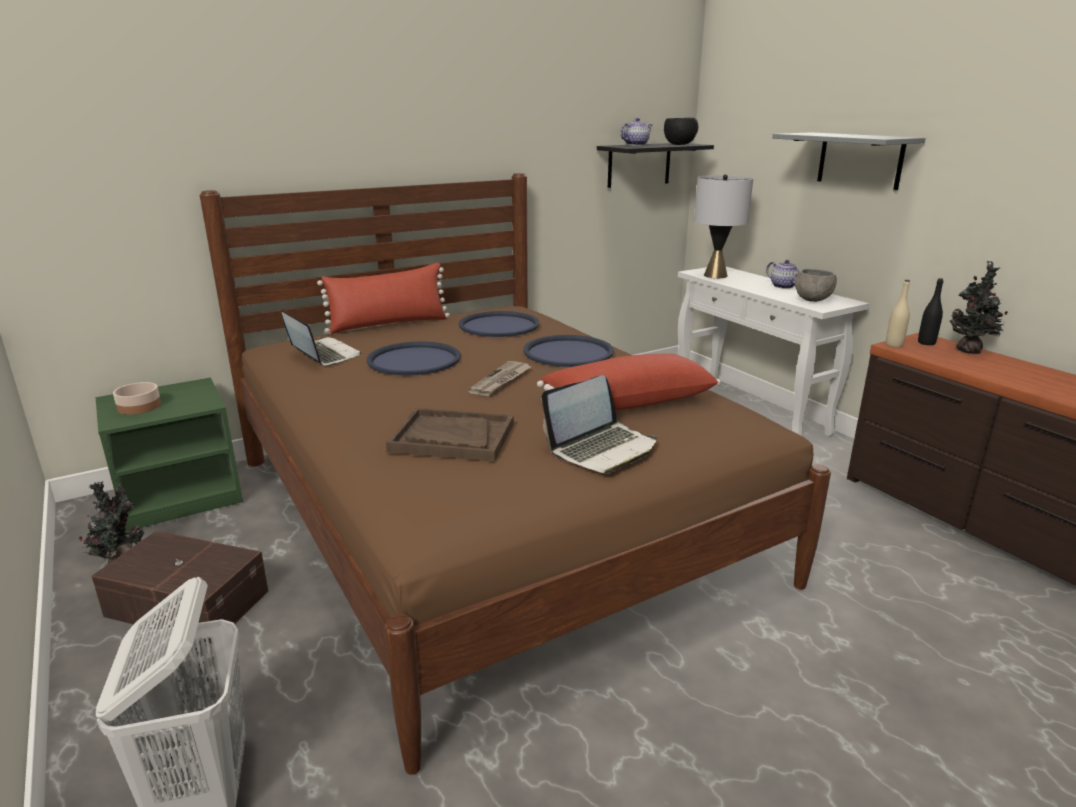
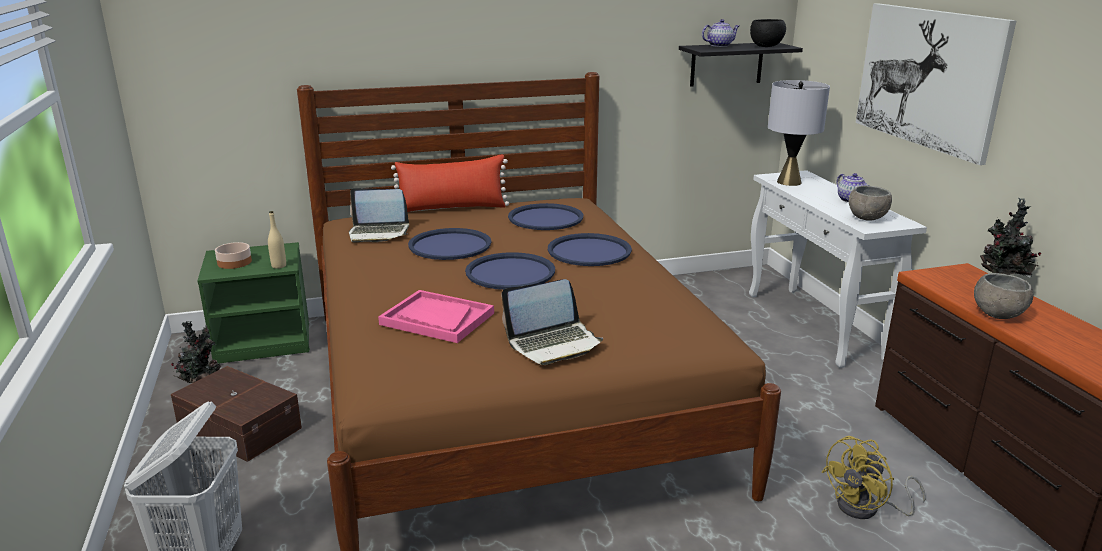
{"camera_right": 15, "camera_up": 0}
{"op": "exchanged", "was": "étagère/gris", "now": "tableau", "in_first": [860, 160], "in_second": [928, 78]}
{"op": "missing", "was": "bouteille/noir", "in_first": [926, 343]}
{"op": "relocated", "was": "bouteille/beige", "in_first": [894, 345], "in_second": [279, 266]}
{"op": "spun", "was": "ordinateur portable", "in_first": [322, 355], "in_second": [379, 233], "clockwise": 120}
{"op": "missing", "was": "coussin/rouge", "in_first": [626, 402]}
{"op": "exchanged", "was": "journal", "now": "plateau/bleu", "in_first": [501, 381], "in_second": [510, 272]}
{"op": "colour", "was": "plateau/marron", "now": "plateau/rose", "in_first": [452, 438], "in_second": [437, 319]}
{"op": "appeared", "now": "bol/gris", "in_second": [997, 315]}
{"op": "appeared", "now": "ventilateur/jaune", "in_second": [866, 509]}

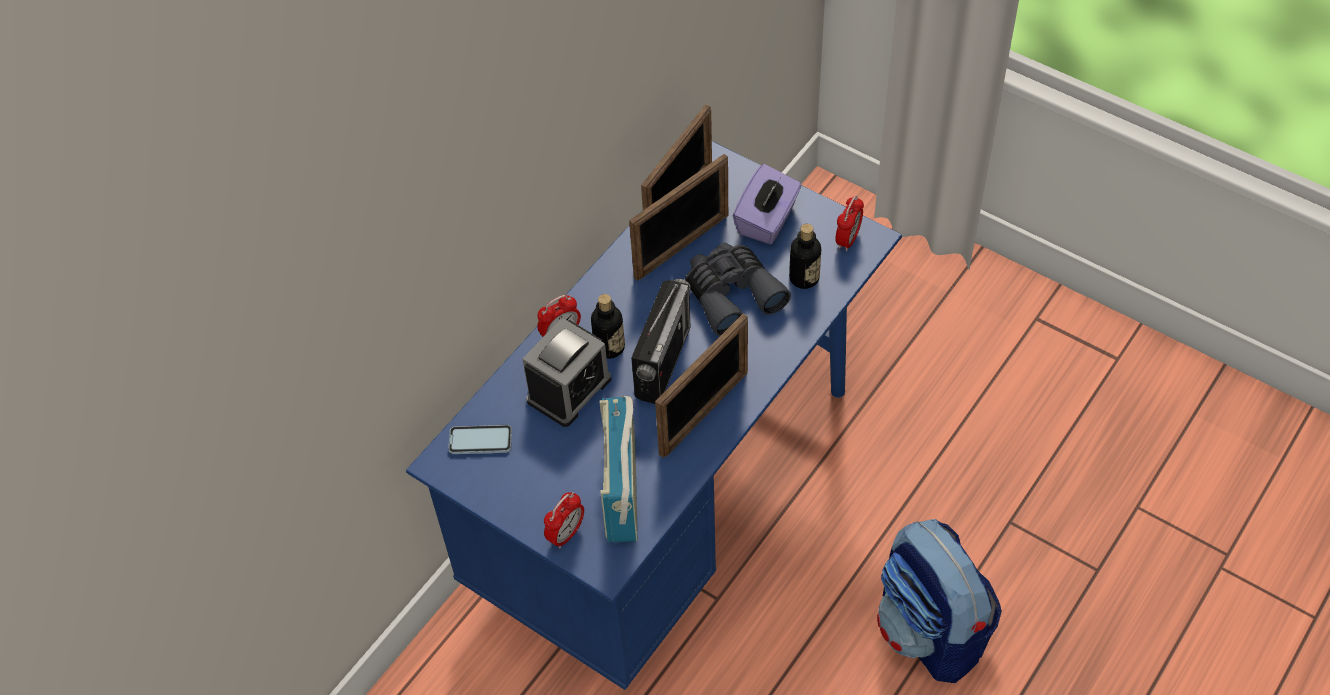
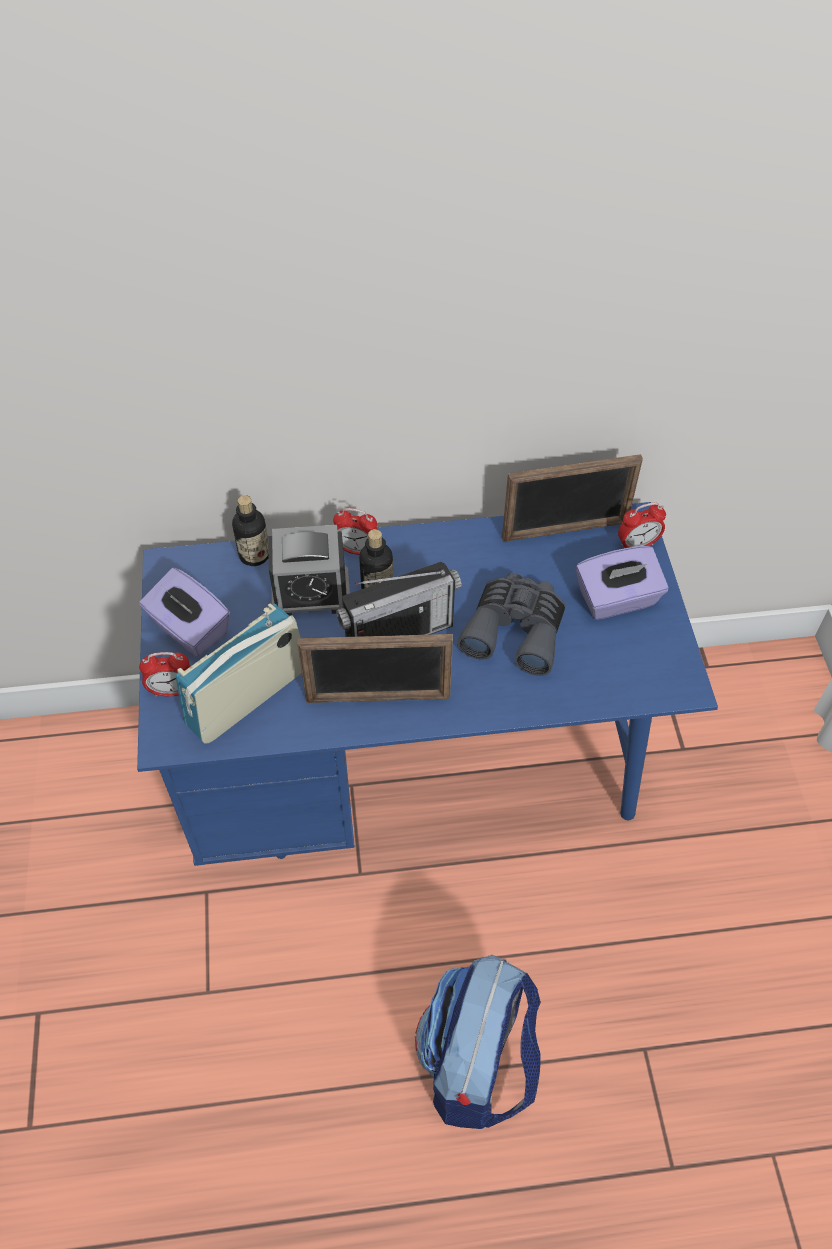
{"camera_right": 45, "camera_up": 0}
{"op": "missing", "was": "cadre photo", "in_first": [682, 246]}
{"op": "relocated", "was": "réveil", "in_first": [848, 239], "in_second": [637, 545]}
{"op": "relocated", "was": "bouteille", "in_first": [804, 278], "in_second": [254, 555]}
{"op": "missing", "was": "téléphone", "in_first": [480, 441]}
{"op": "appeared", "now": "boîte à mouchoirs/violet", "in_second": [189, 629]}

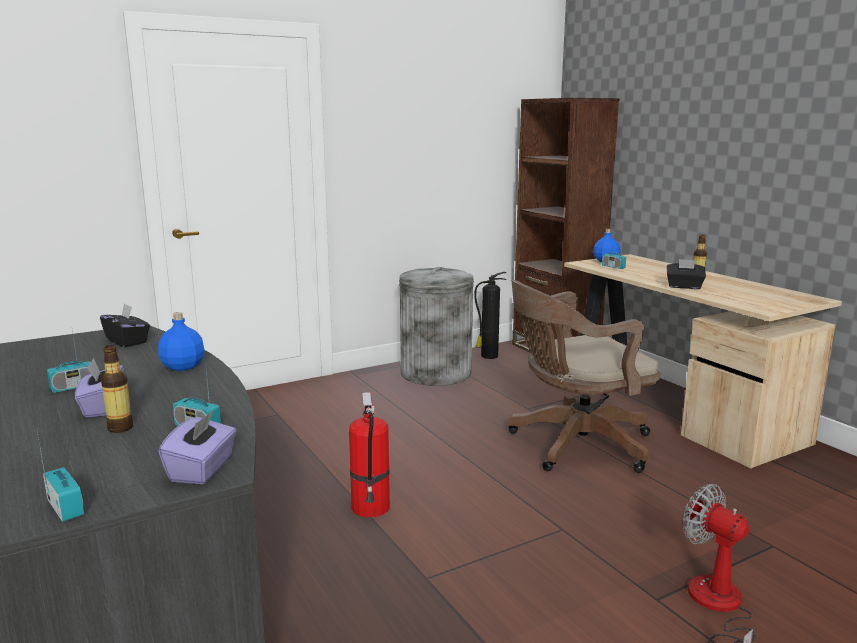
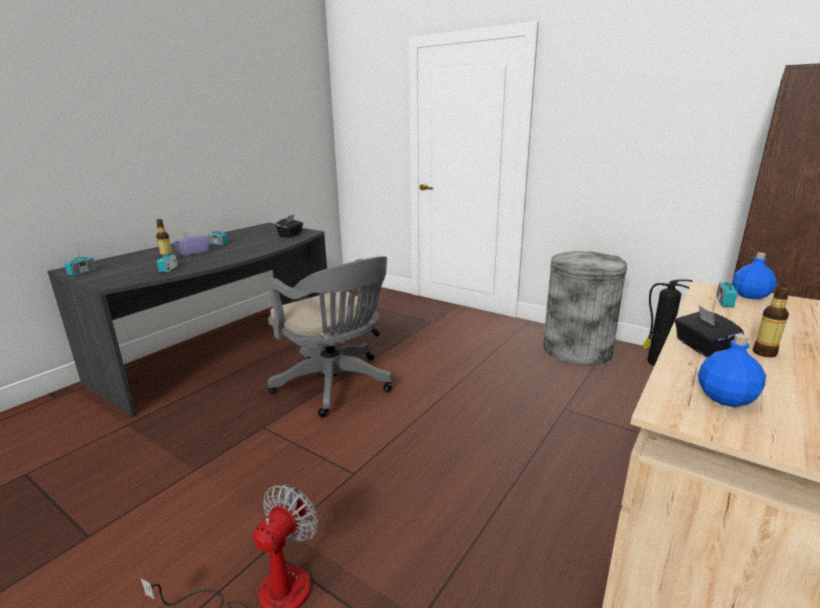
{"camera_right": 65, "camera_up": 5}
{"op": "missing", "was": "chaise de bureau/marron", "in_first": [574, 445]}
{"op": "relocated", "was": "bouteille/bleu", "in_first": [182, 367], "in_second": [724, 398]}
{"op": "exchanged", "was": "extincteur", "now": "chaise de bureau/gris", "in_first": [371, 508], "in_second": [336, 385]}
{"op": "missing", "was": "boîte à mouchoirs/violet", "in_first": [202, 469]}

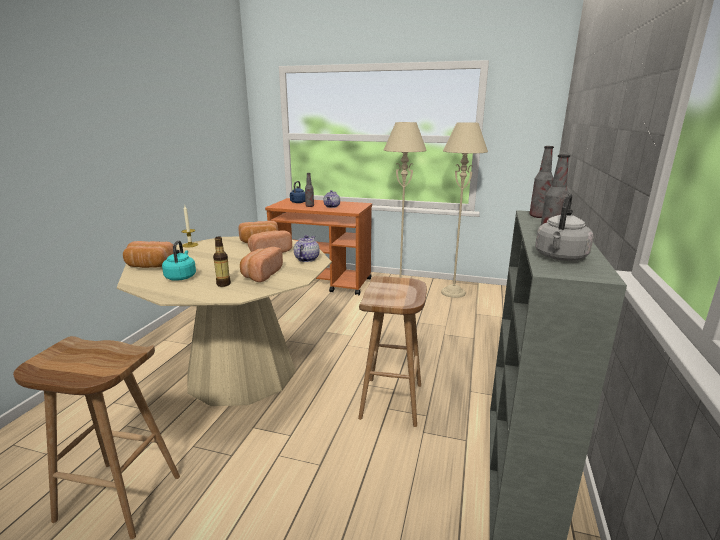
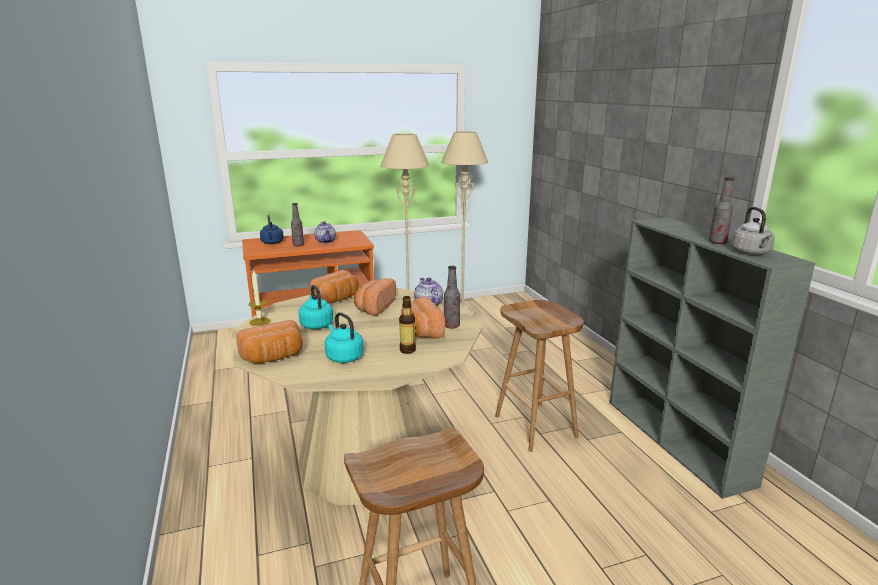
{"camera_right": -35, "camera_up": 0}
{"op": "relocated", "was": "bouteille", "in_first": [538, 216], "in_second": [451, 326]}
{"op": "appeared", "now": "bouilloire/turquoise", "in_second": [316, 324]}

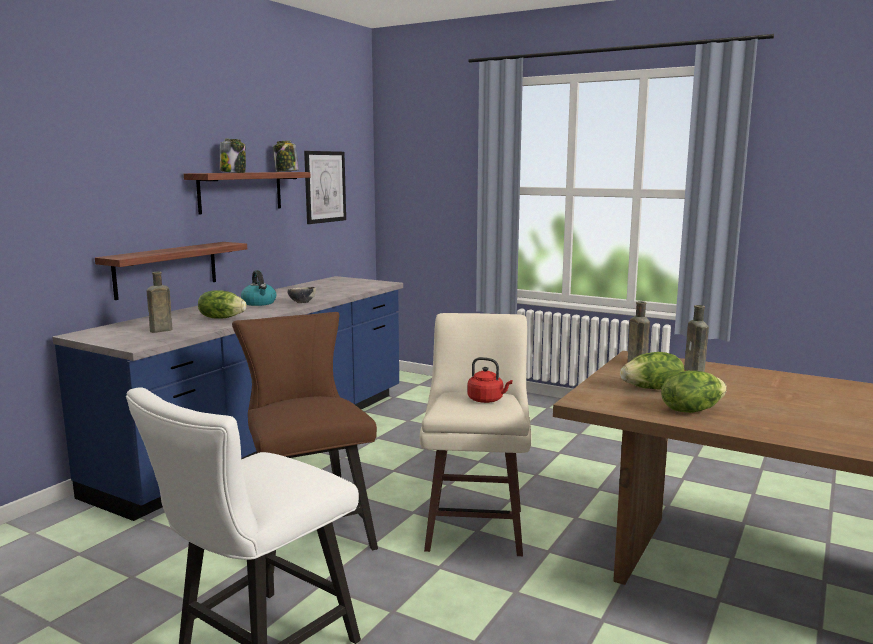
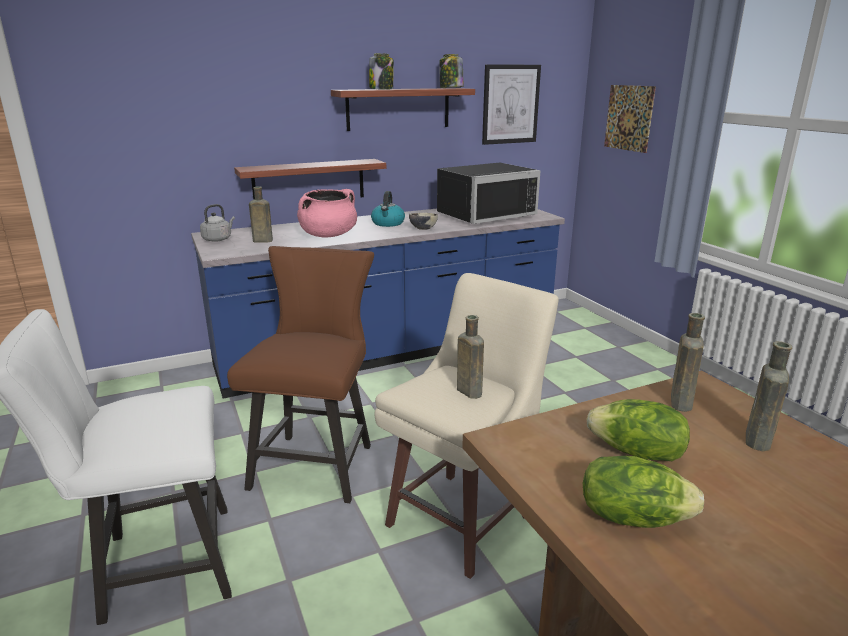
{"camera_right": 35, "camera_up": 10}
{"op": "exchanged", "was": "laitue", "now": "marmite/rose", "in_first": [221, 318], "in_second": [328, 235]}
{"op": "exchanged", "was": "bouilloire/rouge", "now": "bouteille/marron", "in_first": [487, 400], "in_second": [468, 391]}
{"op": "appeared", "now": "tableau", "in_second": [629, 118]}
{"op": "appeared", "now": "micro-ondes/noir", "in_second": [482, 214]}
{"op": "appeared", "now": "bouilloire/gris", "in_second": [218, 239]}

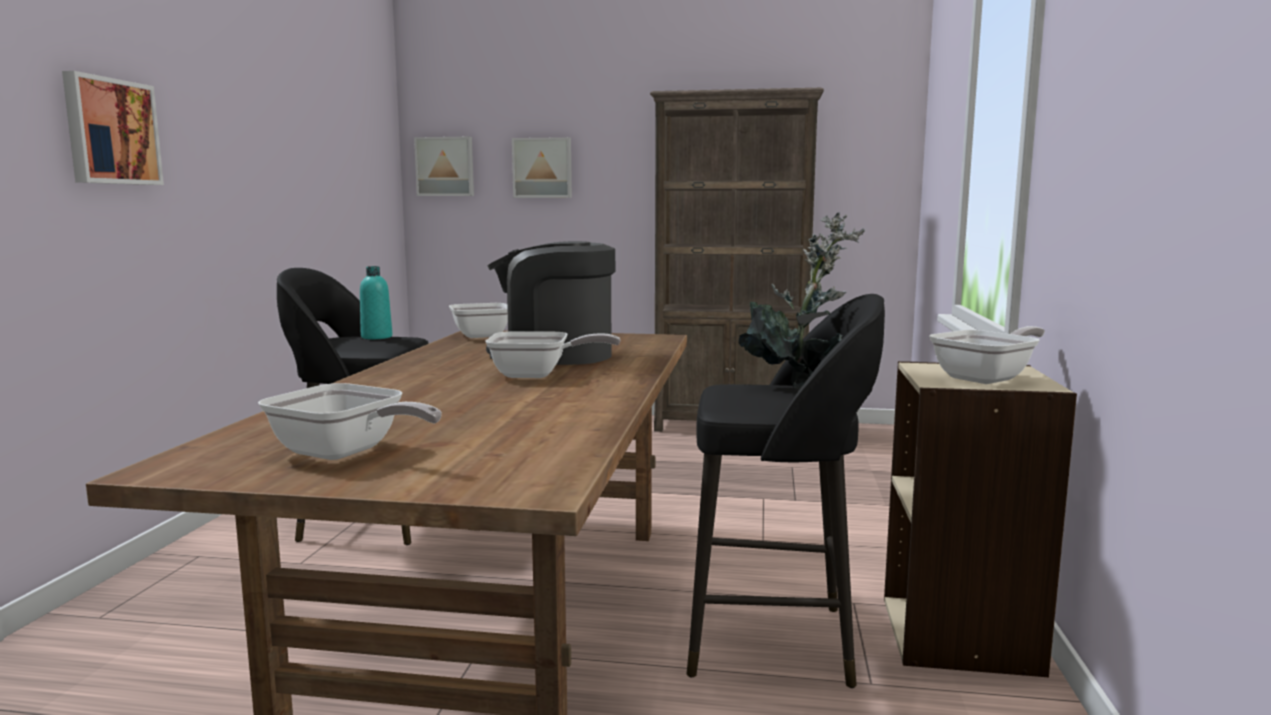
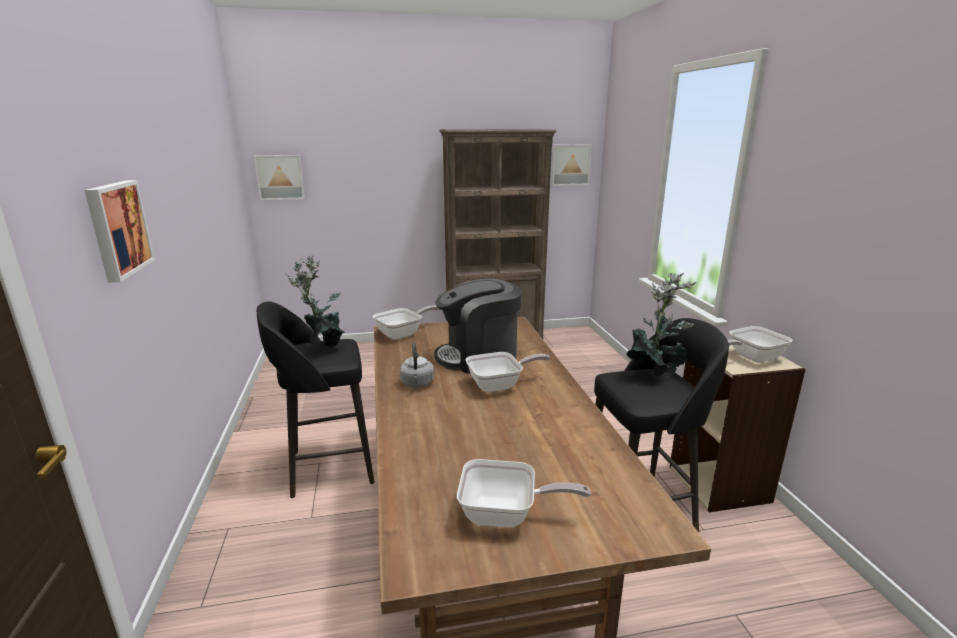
{"camera_right": -20, "camera_up": 10}
{"op": "relocated", "was": "tableau", "in_first": [542, 168], "in_second": [570, 165]}
{"op": "exchanged", "was": "bouteille/turquoise", "now": "plante en pot", "in_first": [376, 337], "in_second": [324, 346]}
{"op": "spun", "was": "poêle", "in_first": [988, 378], "in_second": [751, 358], "clockwise": -150}
{"op": "appeared", "now": "bouilloire/gris", "in_second": [417, 384]}

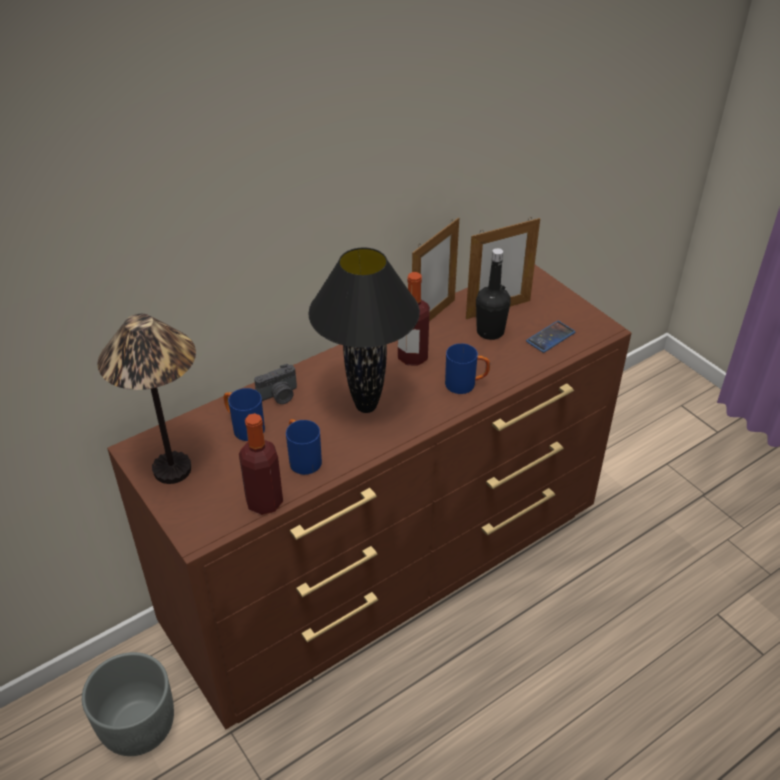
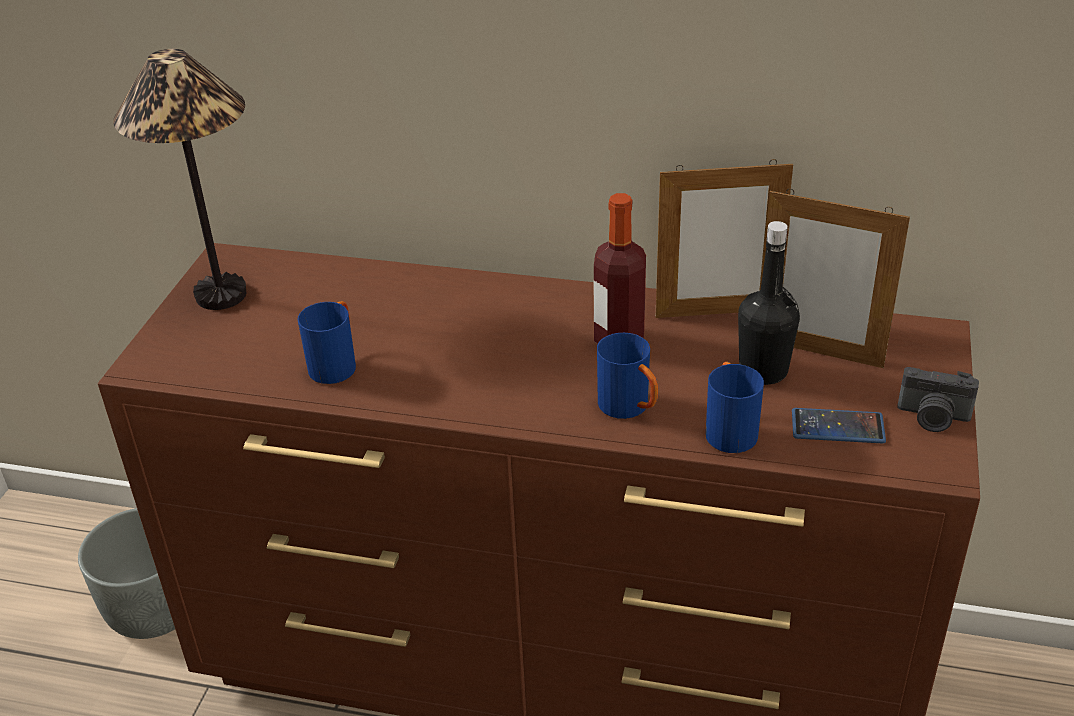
{"camera_right": 50, "camera_up": -5}
{"op": "missing", "was": "lampe de table/noir", "in_first": [366, 407]}
{"op": "relocated", "was": "appareil photo", "in_first": [279, 396], "in_second": [933, 417]}
{"op": "relocated", "was": "mug/bleu", "in_first": [244, 428], "in_second": [728, 429]}
{"op": "missing", "was": "bouteille", "in_first": [264, 502]}

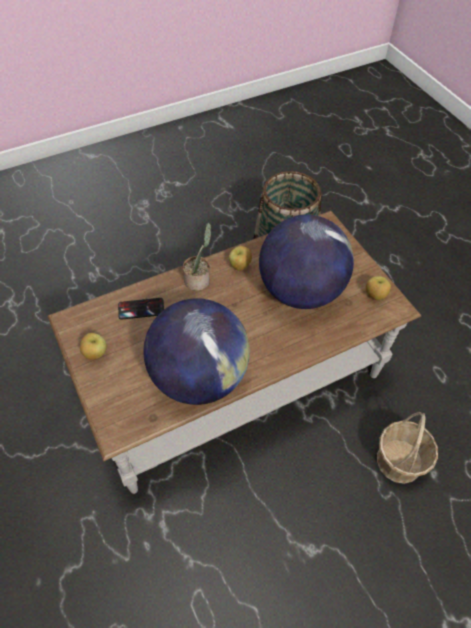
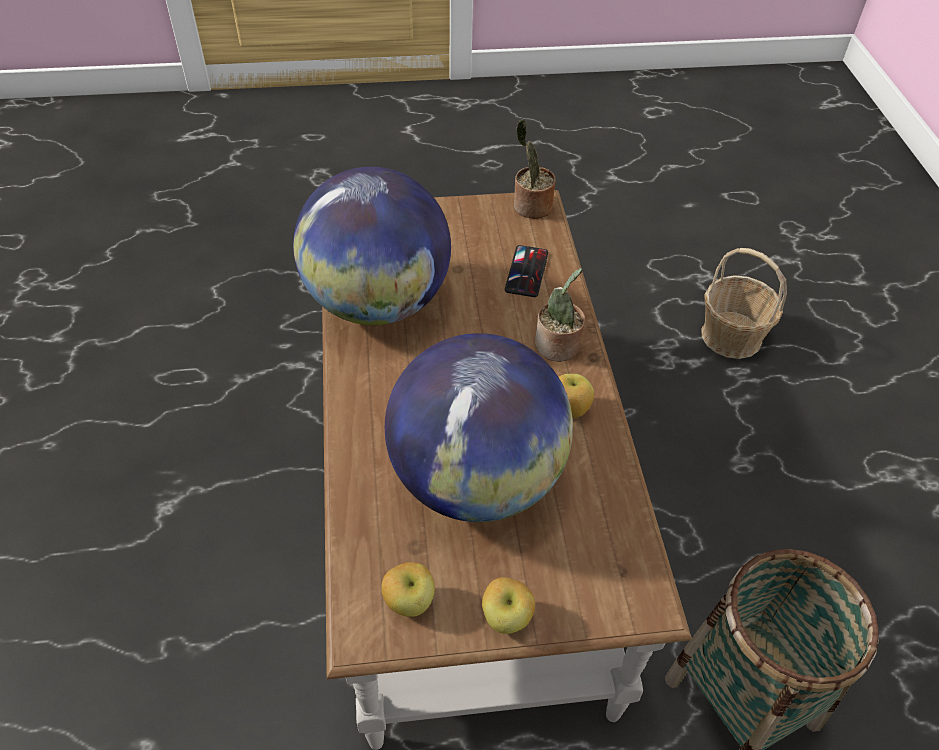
{"camera_right": 110, "camera_up": -5}
{"op": "relocated", "was": "pomme", "in_first": [95, 353], "in_second": [507, 618]}
{"op": "relocated", "was": "panier", "in_first": [399, 461], "in_second": [731, 336]}
{"op": "appeared", "now": "plante en pot", "in_second": [530, 207]}

